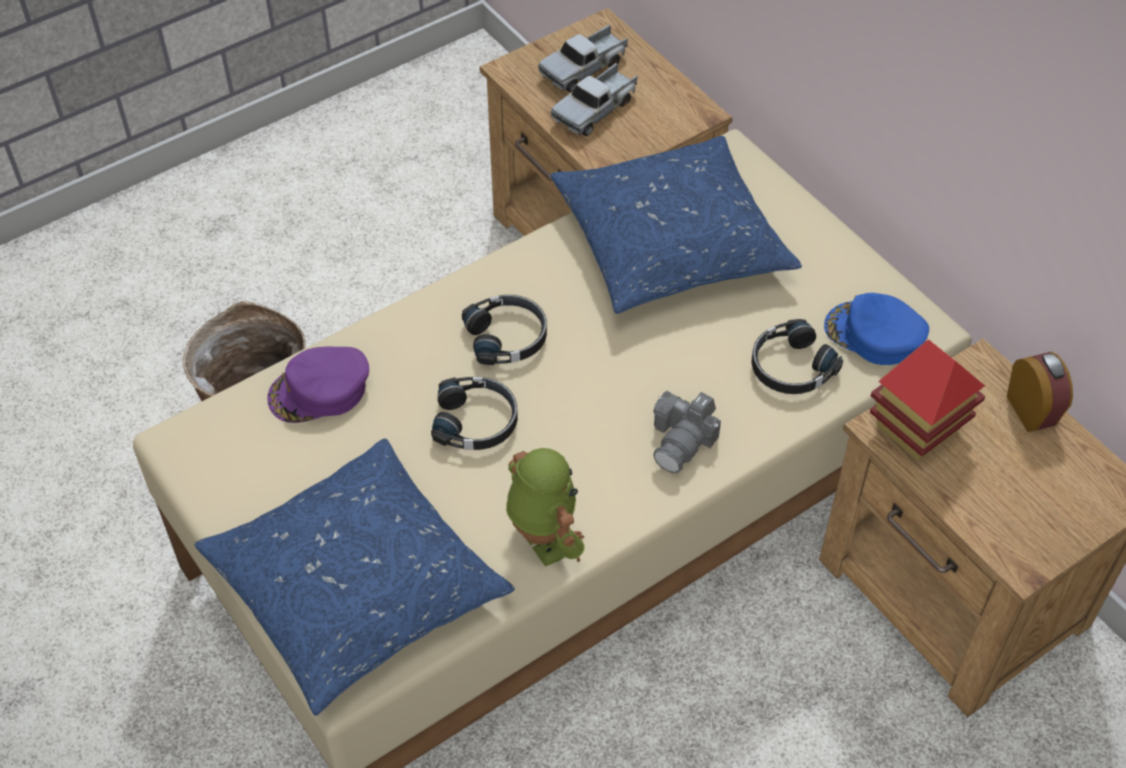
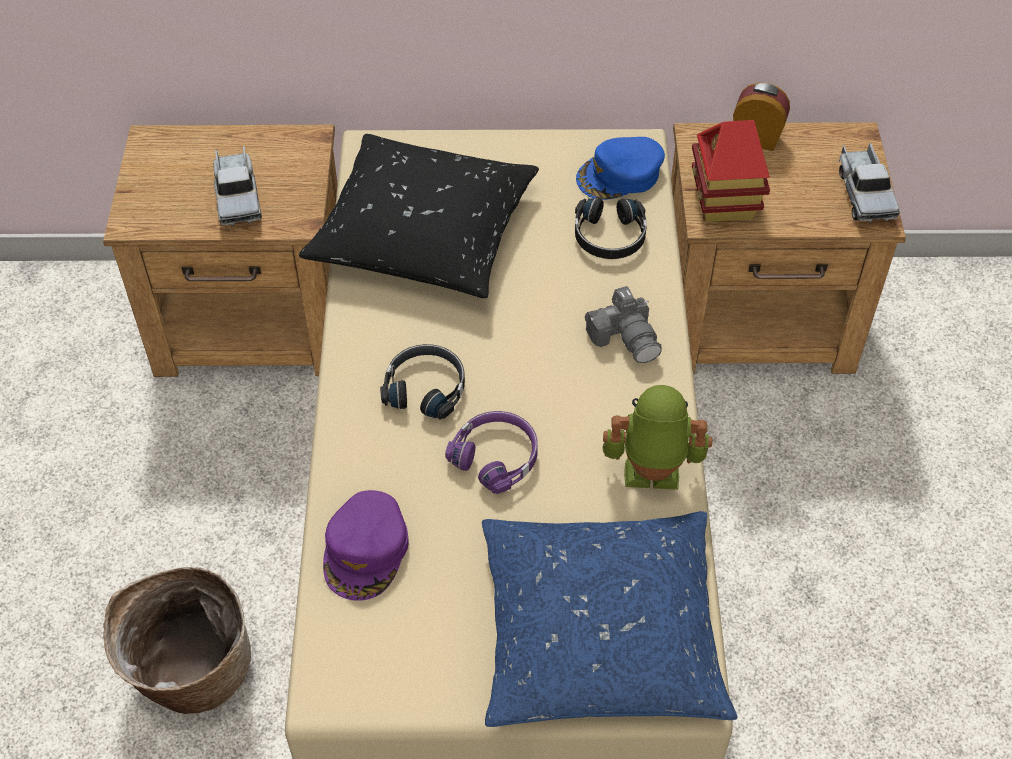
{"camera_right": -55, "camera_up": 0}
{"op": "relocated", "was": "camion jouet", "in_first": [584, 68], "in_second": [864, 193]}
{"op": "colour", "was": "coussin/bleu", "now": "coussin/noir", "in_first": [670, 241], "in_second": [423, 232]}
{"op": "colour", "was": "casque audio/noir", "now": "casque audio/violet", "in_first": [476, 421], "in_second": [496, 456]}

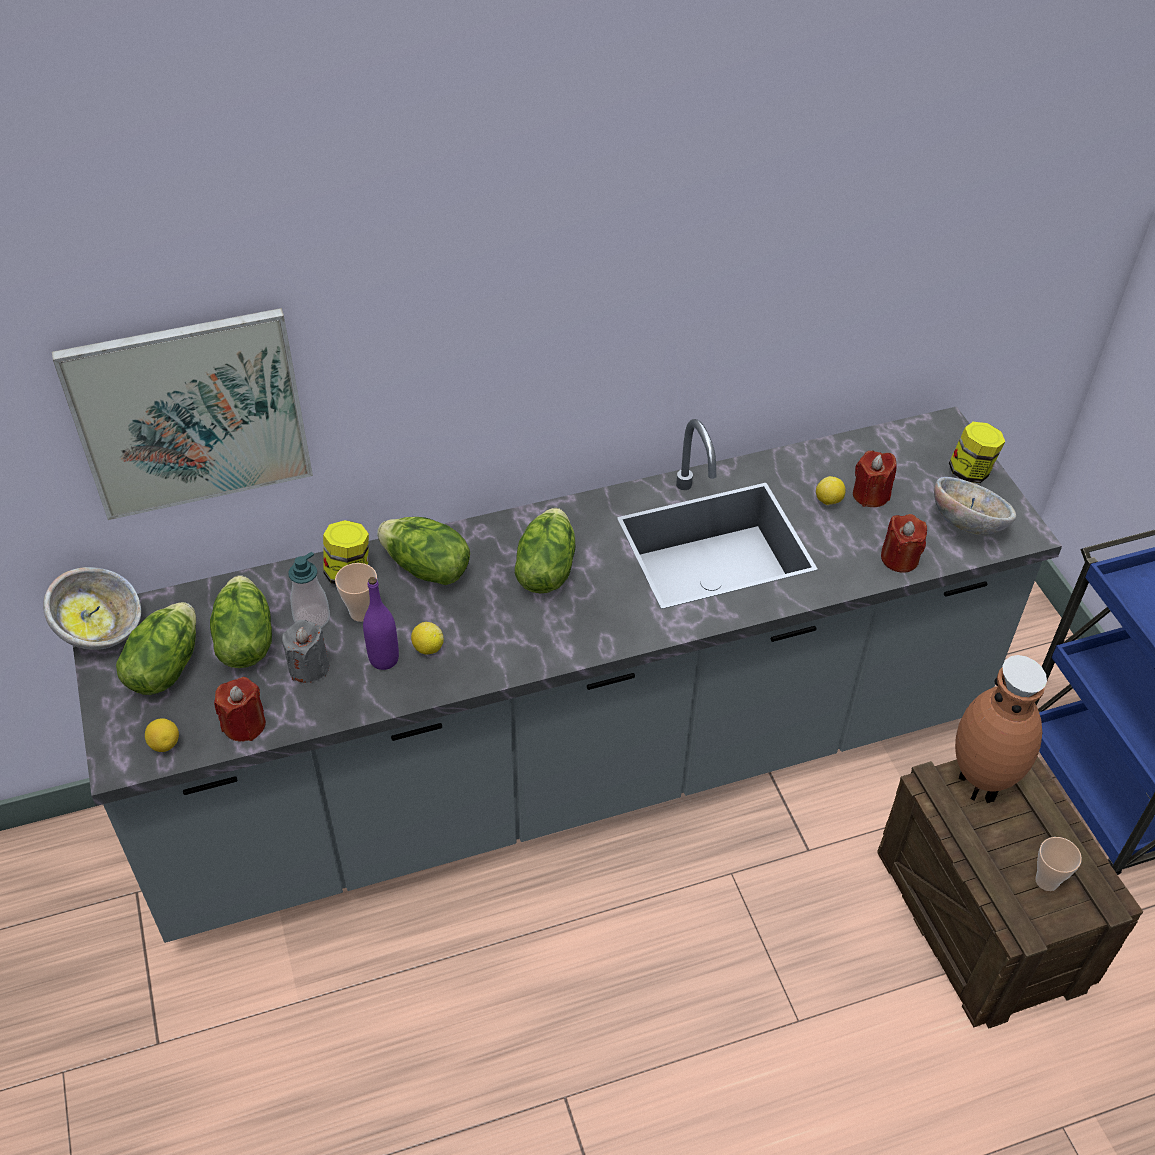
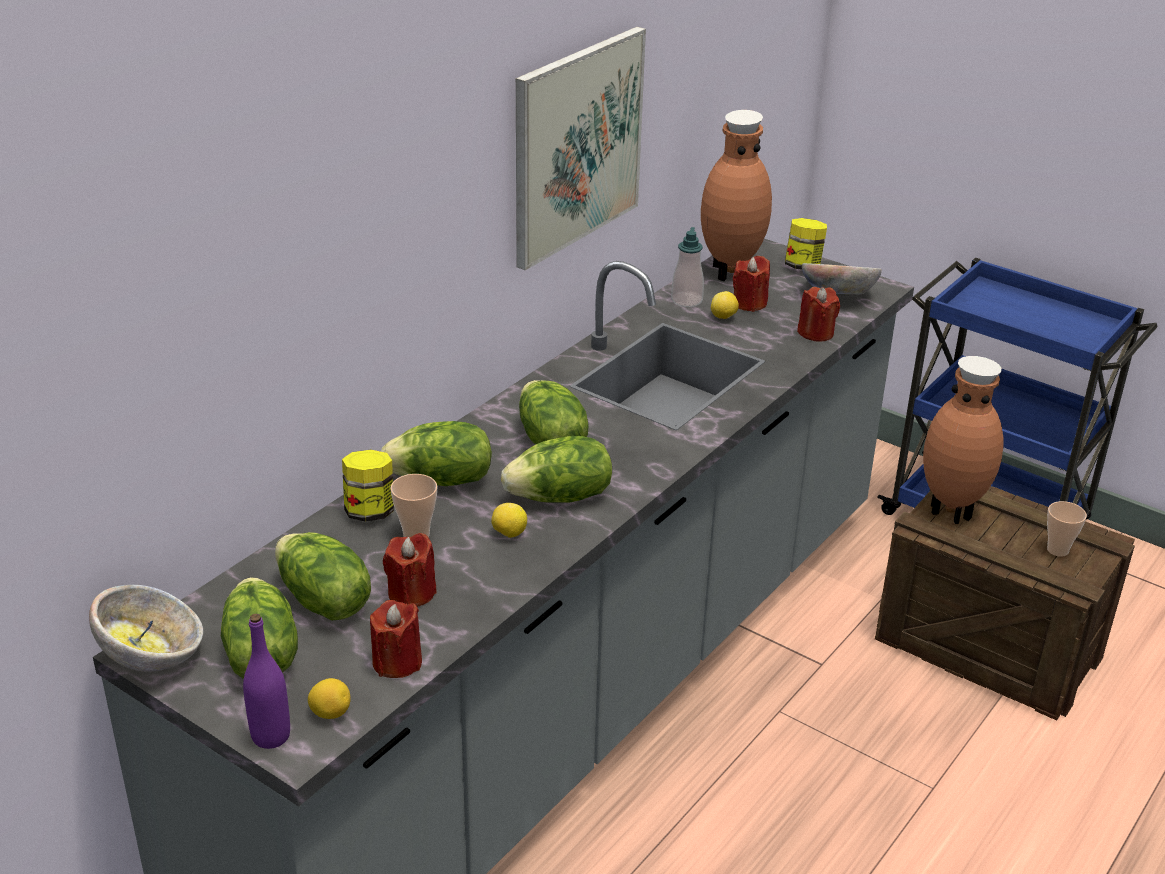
{"camera_right": -35, "camera_up": -15}
{"op": "relocated", "was": "tableau", "in_first": [190, 414], "in_second": [577, 145]}
{"op": "relocated", "was": "distributeur de savon", "in_first": [312, 618], "in_second": [686, 300]}
{"op": "relocated", "was": "bouteille/violet", "in_first": [384, 659], "in_second": [271, 736]}
{"op": "colour", "was": "bougie/gris", "now": "bougie/rouge", "in_first": [309, 667], "in_second": [411, 593]}
{"op": "appeared", "now": "vase/marron", "in_second": [729, 272]}
{"op": "appeared", "now": "laitue", "in_second": [560, 497]}

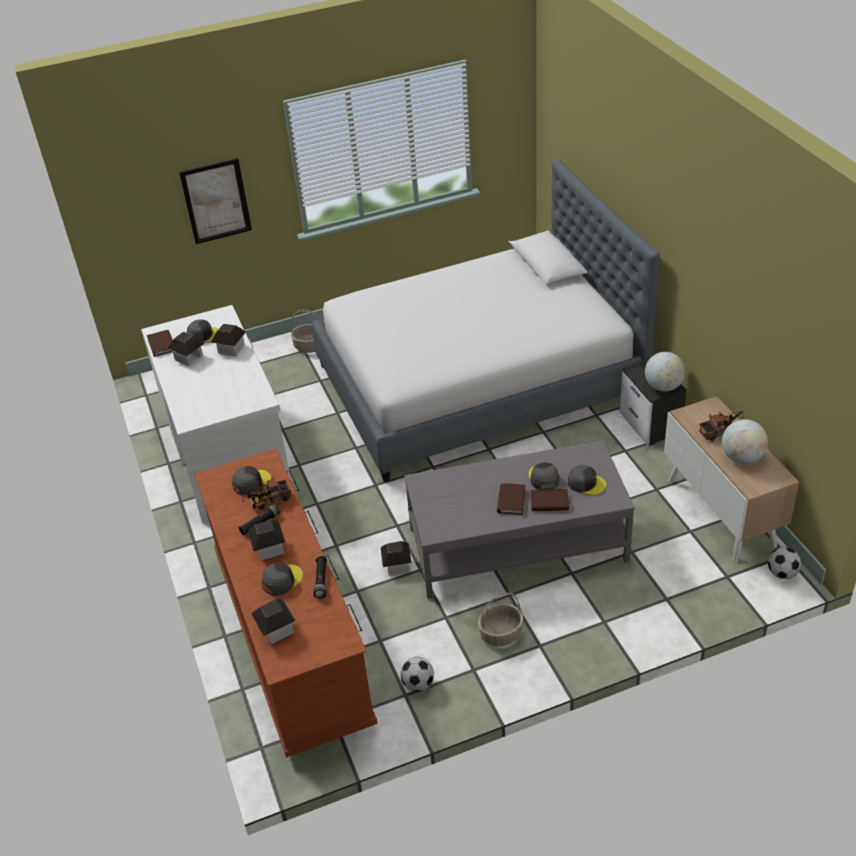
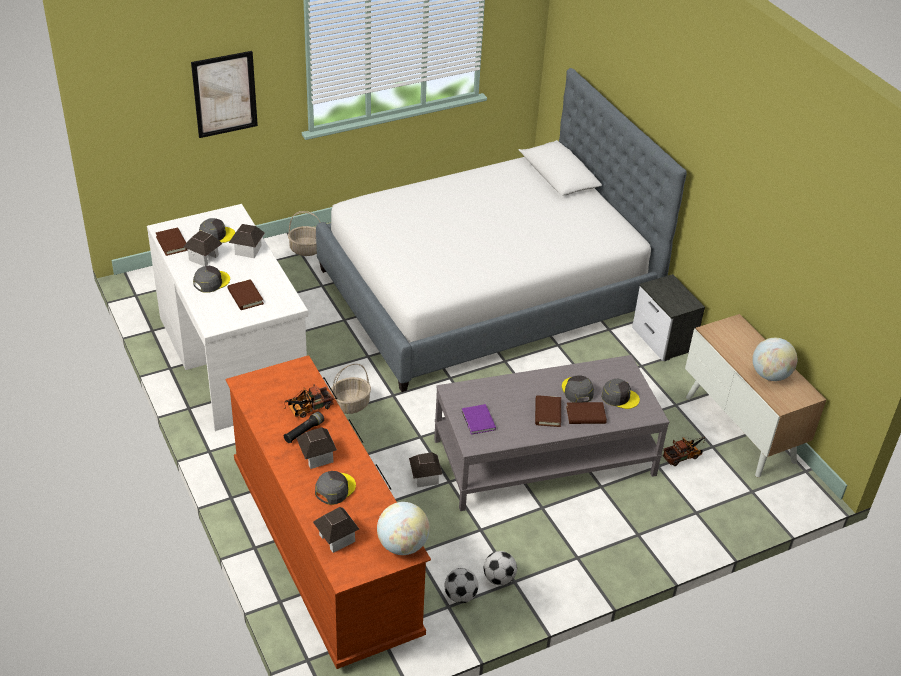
{"camera_right": -10, "camera_up": 0}
{"op": "relocated", "was": "globe", "in_first": [663, 387], "in_second": [402, 545]}
{"op": "relocated", "was": "camion jouet", "in_first": [722, 431], "in_second": [684, 456]}
{"op": "relocated", "was": "casquette/gris", "in_first": [251, 483], "in_second": [211, 282]}
{"op": "relocated", "was": "ballon de foot", "in_first": [781, 573], "in_second": [498, 579]}
{"op": "missing", "was": "lampe de poche/noir", "in_first": [321, 581]}
{"op": "relocated", "was": "panier", "in_first": [500, 634], "in_second": [350, 405]}
{"op": "appeared", "now": "livre/marron", "in_second": [245, 297]}
{"op": "appeared", "now": "livre/violet", "in_second": [478, 421]}

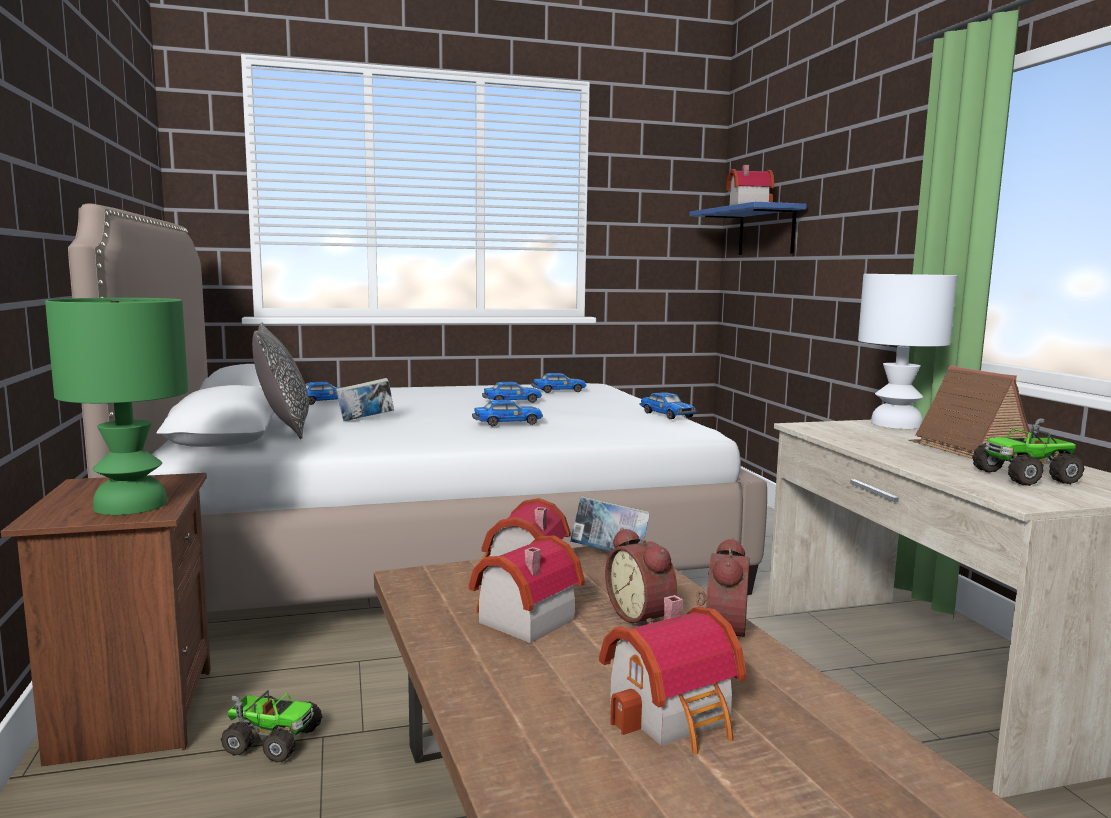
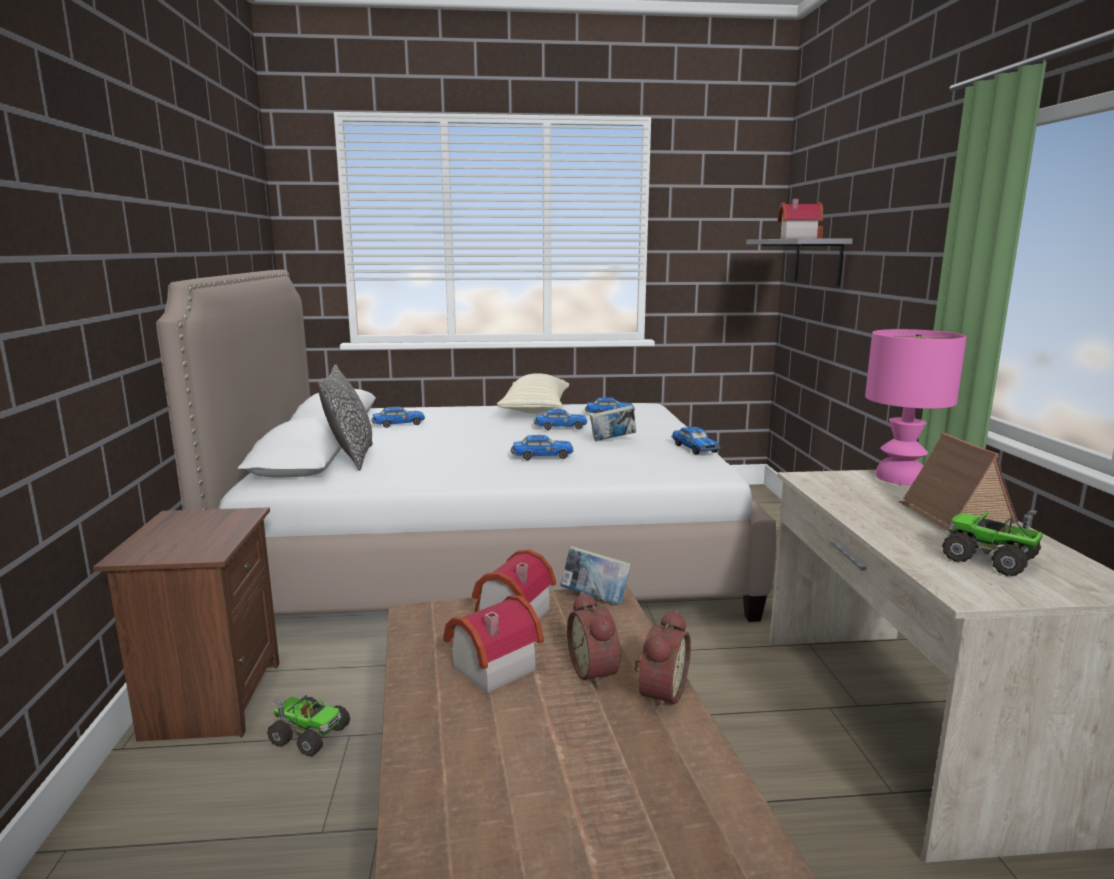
{"camera_right": 10, "camera_up": 5}
{"op": "colour", "was": "étagère/bleu", "now": "étagère/gris", "in_first": [766, 231], "in_second": [818, 261]}
{"op": "colour", "was": "lampe de table/blanc", "now": "lampe de table/rose", "in_first": [895, 424], "in_second": [899, 477]}
{"op": "missing", "was": "lampe de table/vert", "in_first": [133, 504]}
{"op": "relocated", "was": "livre", "in_first": [365, 420], "in_second": [612, 440]}
{"op": "spun", "was": "camion jouet", "in_first": [1026, 477], "in_second": [990, 560], "clockwise": 45}
{"op": "missing", "was": "maison miniature", "in_first": [676, 715]}
{"op": "appeared", "now": "coussin/beige", "in_second": [535, 410]}

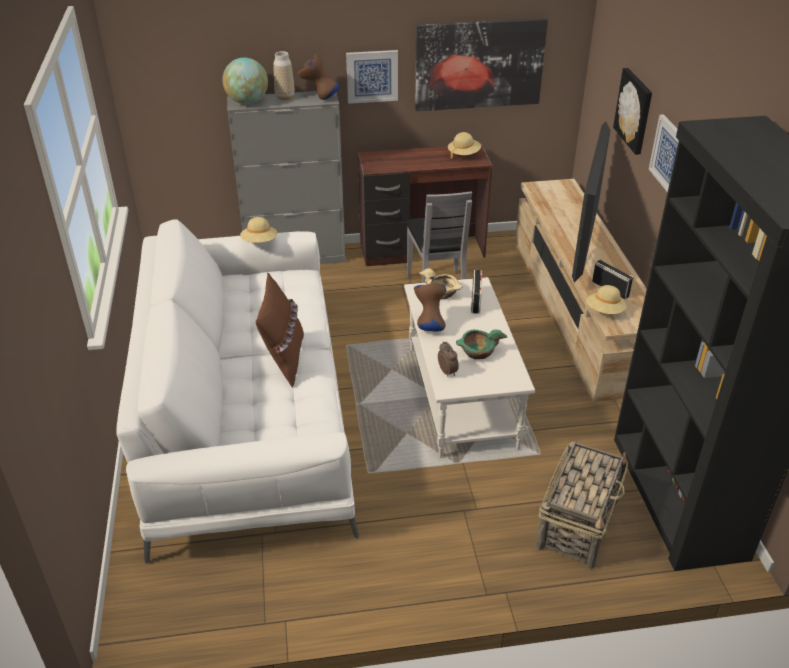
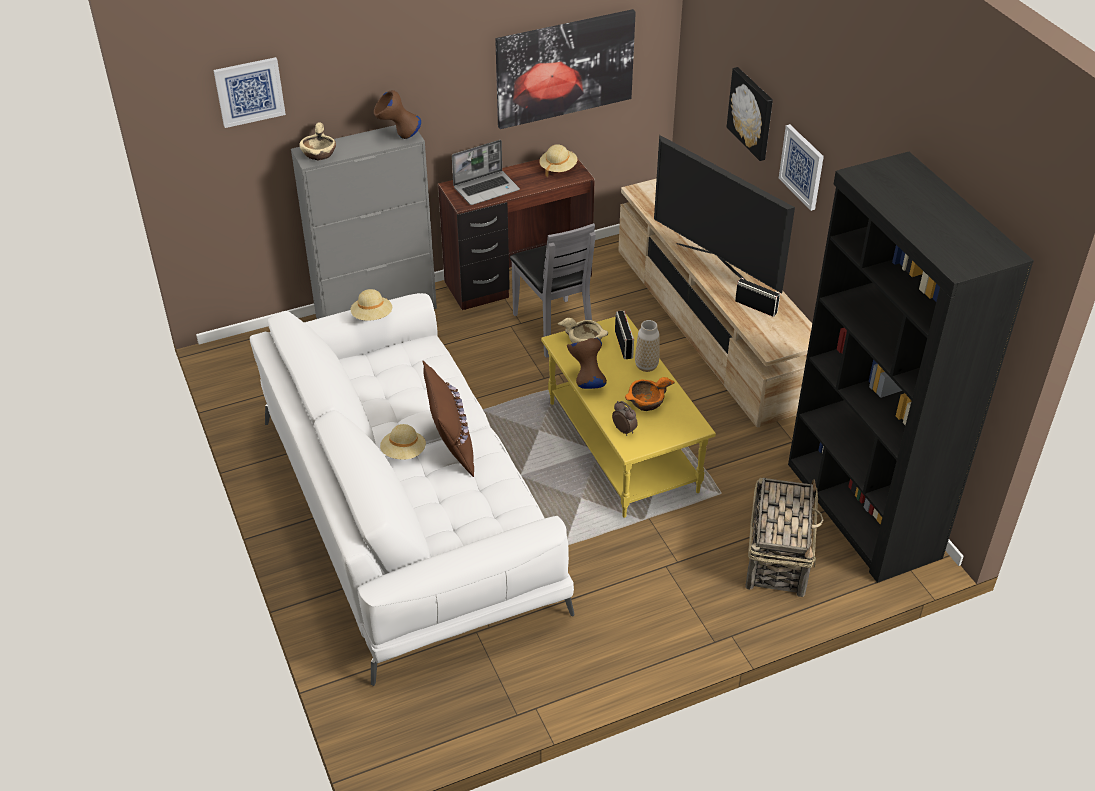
{"camera_right": -15, "camera_up": 5}
{"op": "relocated", "was": "tableau", "in_first": [372, 76], "in_second": [249, 91]}
{"op": "relocated", "was": "vase", "in_first": [285, 97], "in_second": [646, 366]}
{"op": "exchanged", "was": "globe", "now": "bol/beige", "in_first": [247, 102], "in_second": [319, 154]}
{"op": "spun", "was": "téléviseur", "in_first": [584, 250], "in_second": [715, 265], "clockwise": -45}
{"op": "colour", "was": "table basse/blanc", "now": "table basse/jaune", "in_first": [459, 396], "in_second": [620, 447]}
{"op": "relocated", "was": "chapeau/beige", "in_first": [605, 311], "in_second": [404, 452]}
{"op": "colour", "was": "bol/vert", "now": "bol/orange", "in_first": [478, 352], "in_second": [646, 402]}
{"op": "appeared", "now": "ordinateur portable", "in_second": [486, 189]}

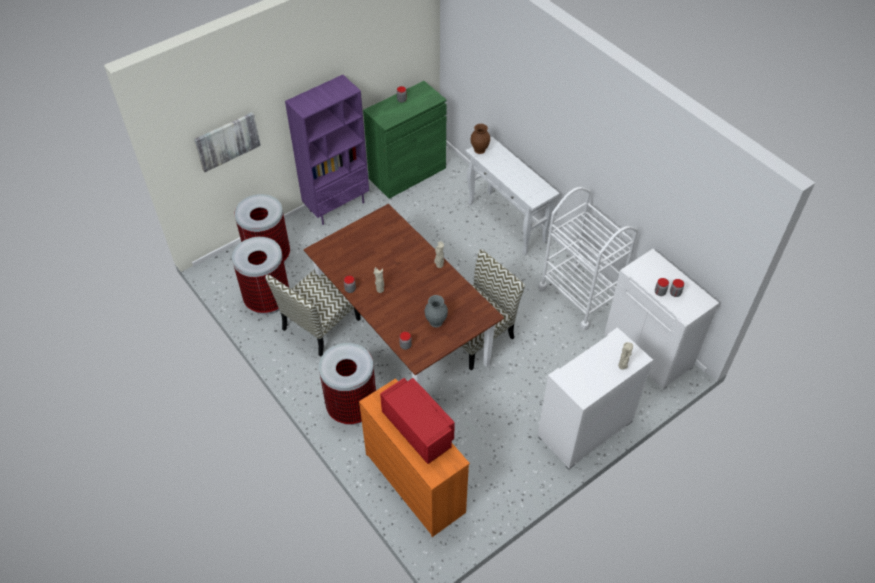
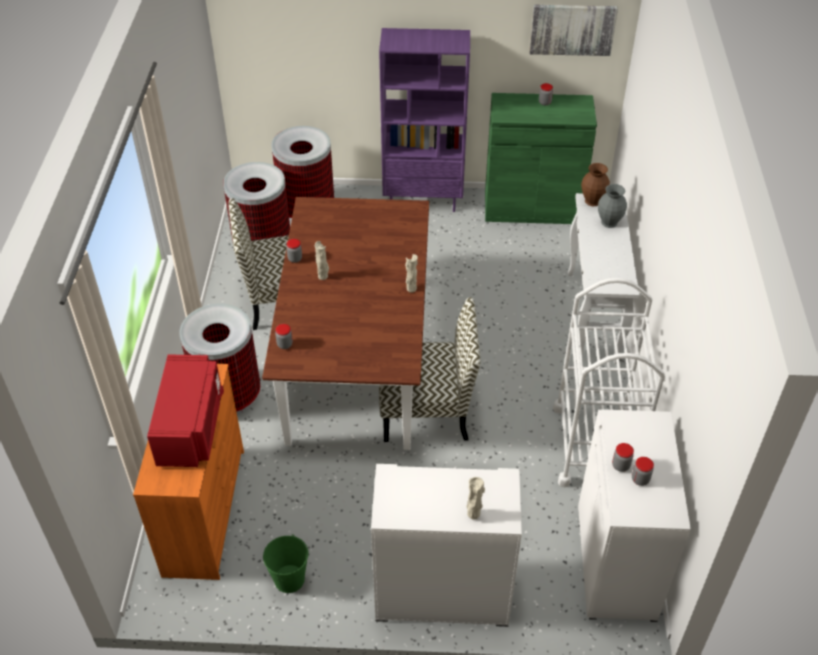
{"camera_right": 40, "camera_up": -5}
{"op": "relocated", "was": "tableau", "in_first": [227, 141], "in_second": [572, 29]}
{"op": "relocated", "was": "vase/gris", "in_first": [435, 322], "in_second": [608, 222]}
{"op": "appeared", "now": "seau/vert", "in_second": [289, 579]}

